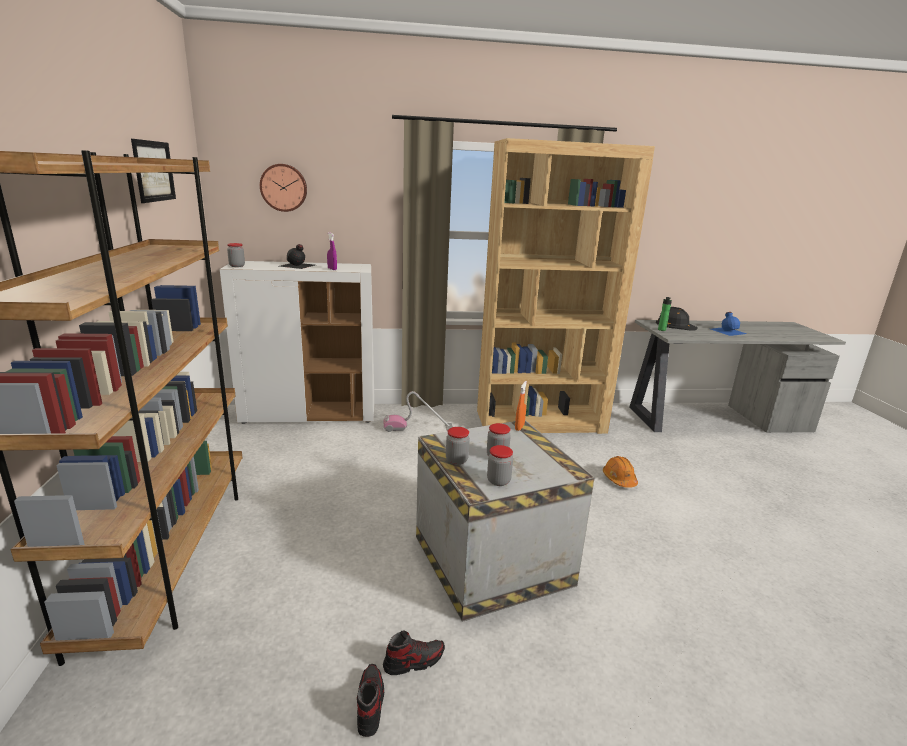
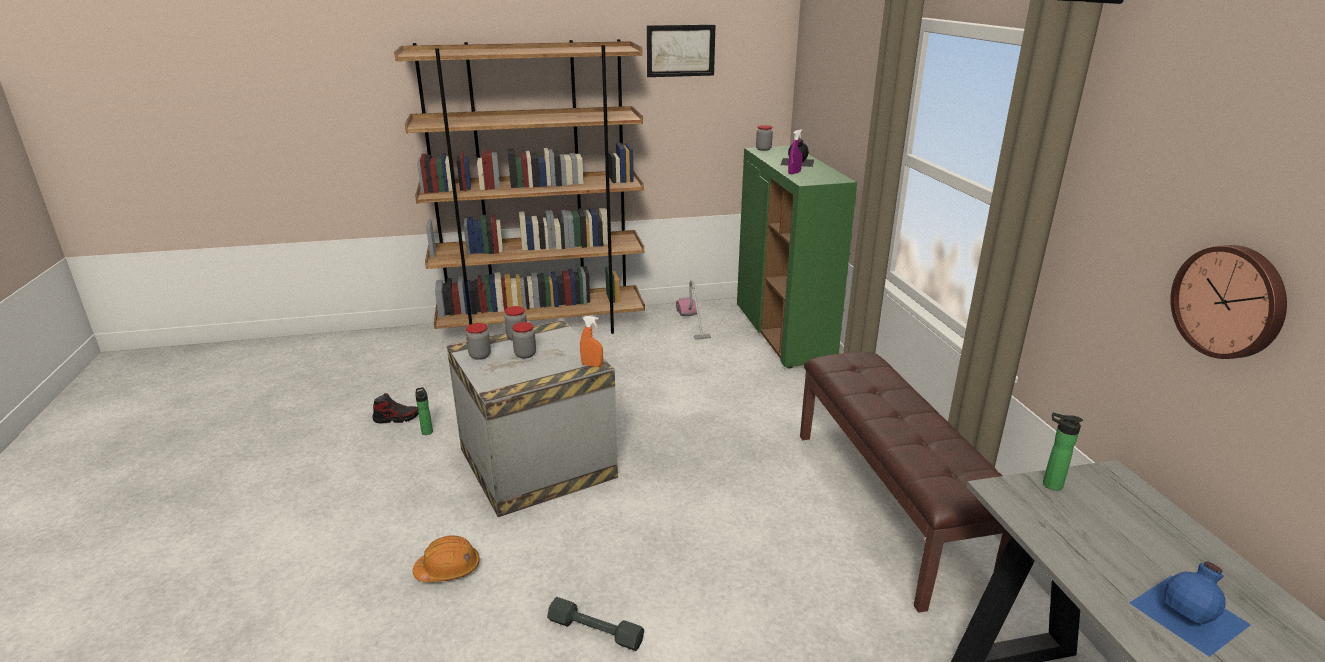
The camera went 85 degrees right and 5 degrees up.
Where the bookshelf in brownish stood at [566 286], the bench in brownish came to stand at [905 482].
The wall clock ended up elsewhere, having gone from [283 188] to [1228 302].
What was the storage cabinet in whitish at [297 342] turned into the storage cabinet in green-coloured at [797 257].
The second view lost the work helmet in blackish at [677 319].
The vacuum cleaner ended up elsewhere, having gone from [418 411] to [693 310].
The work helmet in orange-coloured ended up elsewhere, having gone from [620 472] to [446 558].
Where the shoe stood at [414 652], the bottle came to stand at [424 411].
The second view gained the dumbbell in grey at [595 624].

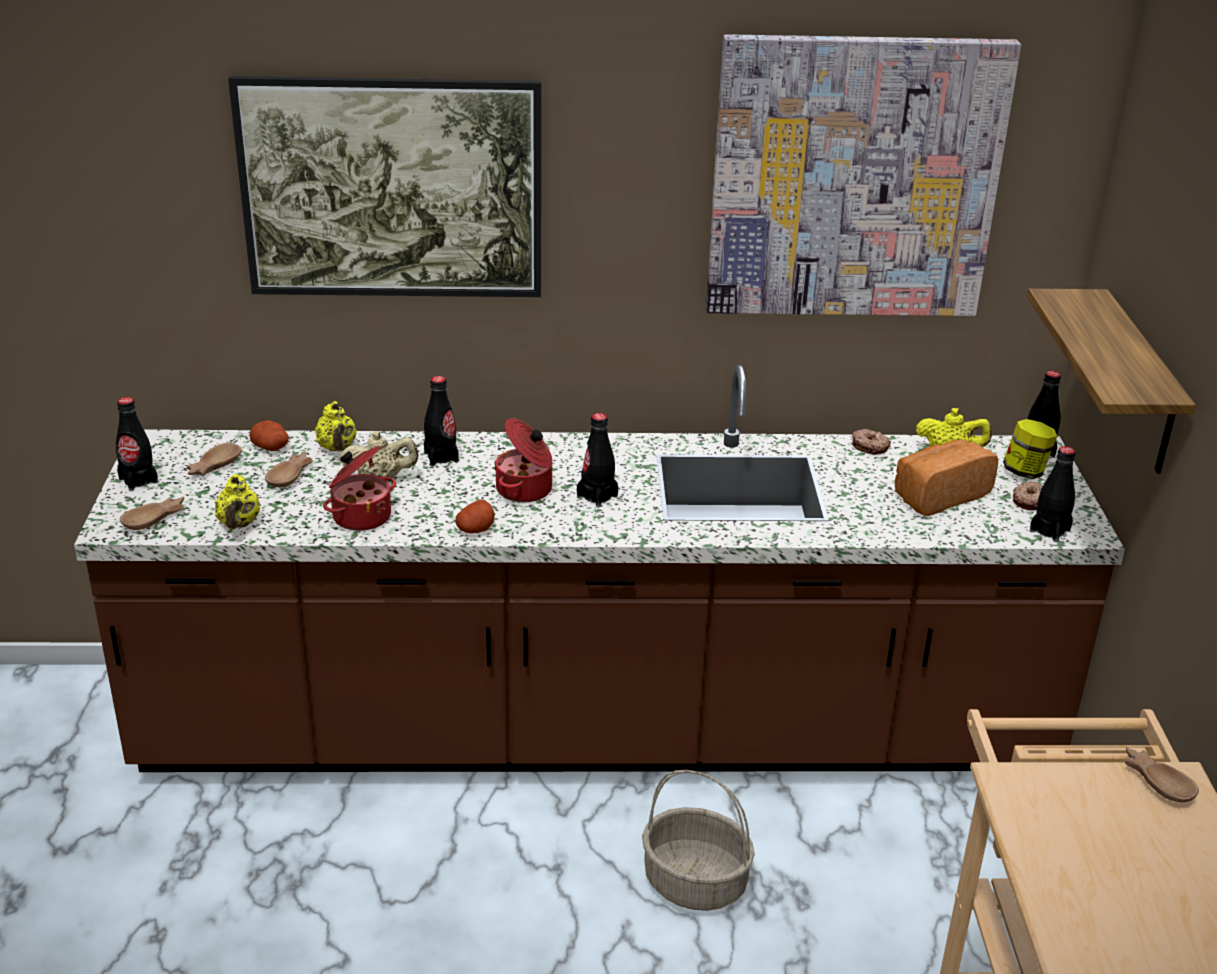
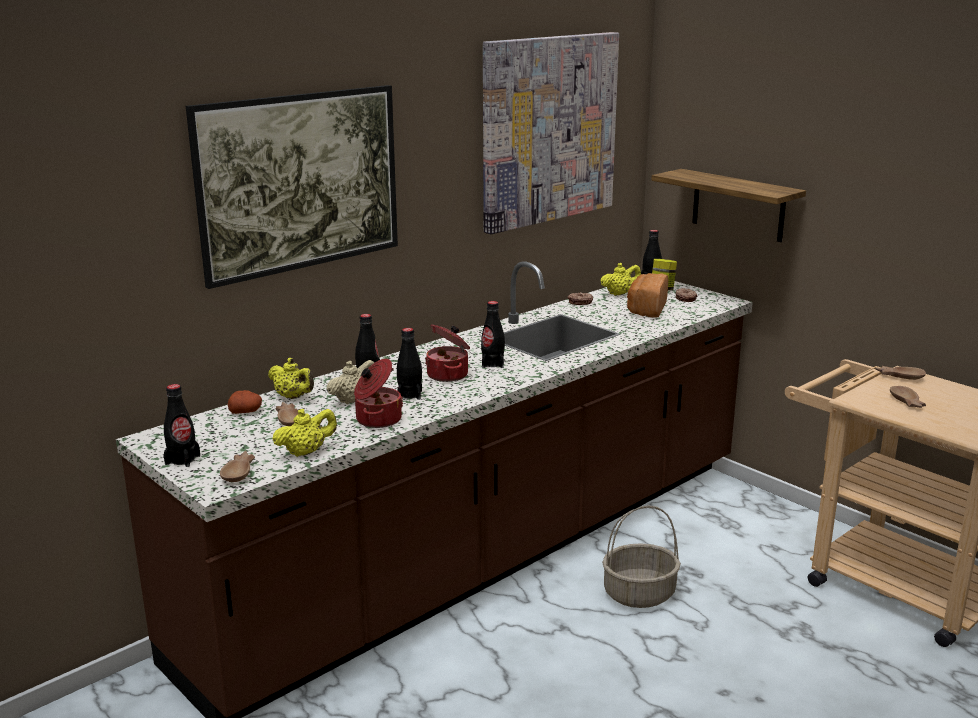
The camera went 40 degrees left and 10 degrees down.
The serving bowl in brownish ended up elsewhere, having gone from [214 459] to [908 397].
The bottle in blackish ended up elsewhere, having gone from [1053 494] to [409 364].
The pot for tea in yellowish at [237 502] ended up facing another way, 75 degrees counterclockwise from before.
The second view lost the potato at [475 516].

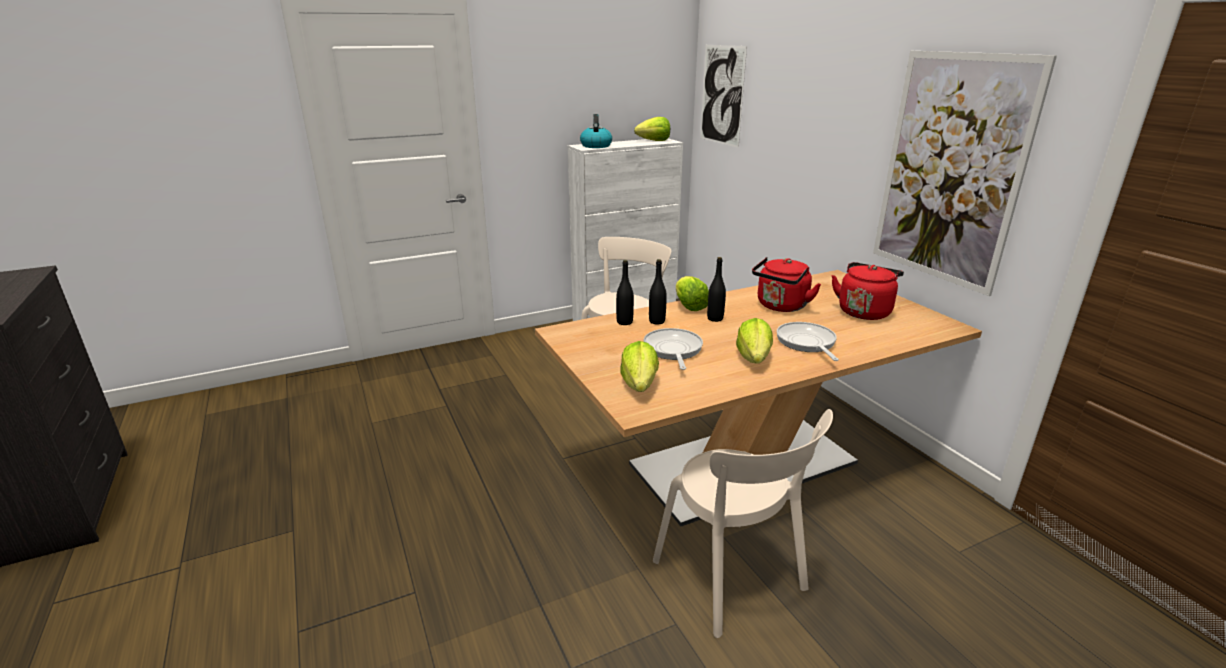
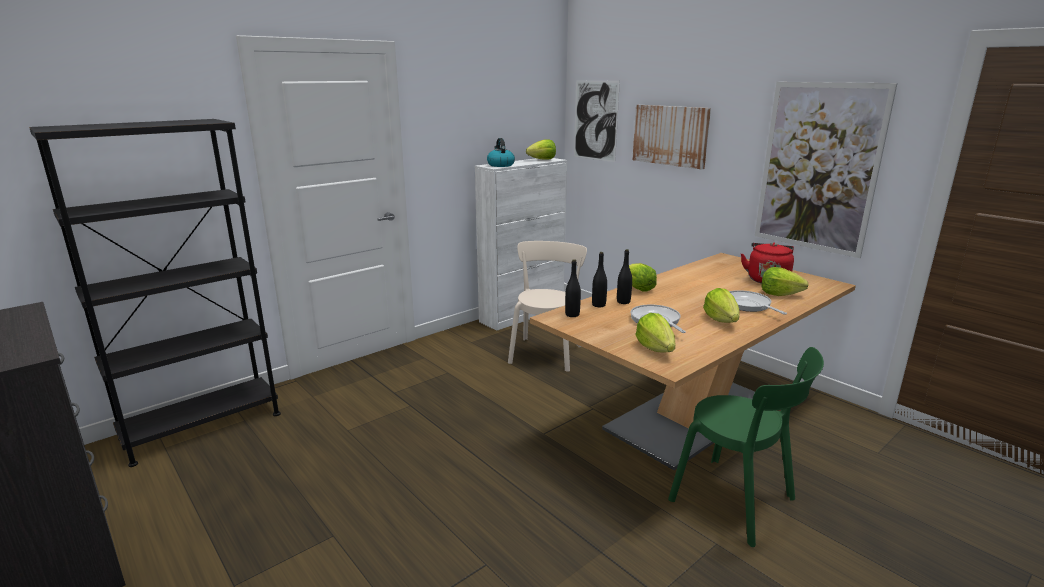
The camera went 15 degrees left and 5 degrees down.
The bottle in blackish ended up elsewhere, having gone from [716 289] to [573 288].
The second view lost the water kettle in red at [786 284].
What was the upright chair in beige-coloured at [743 523] turned into the upright chair in green-coloured at [746 447].
The second view gained the wall art at [671 137].
The second view gained the bookshelf in blackish at [155 293].
The second view gained the lettuce head at [785 281].

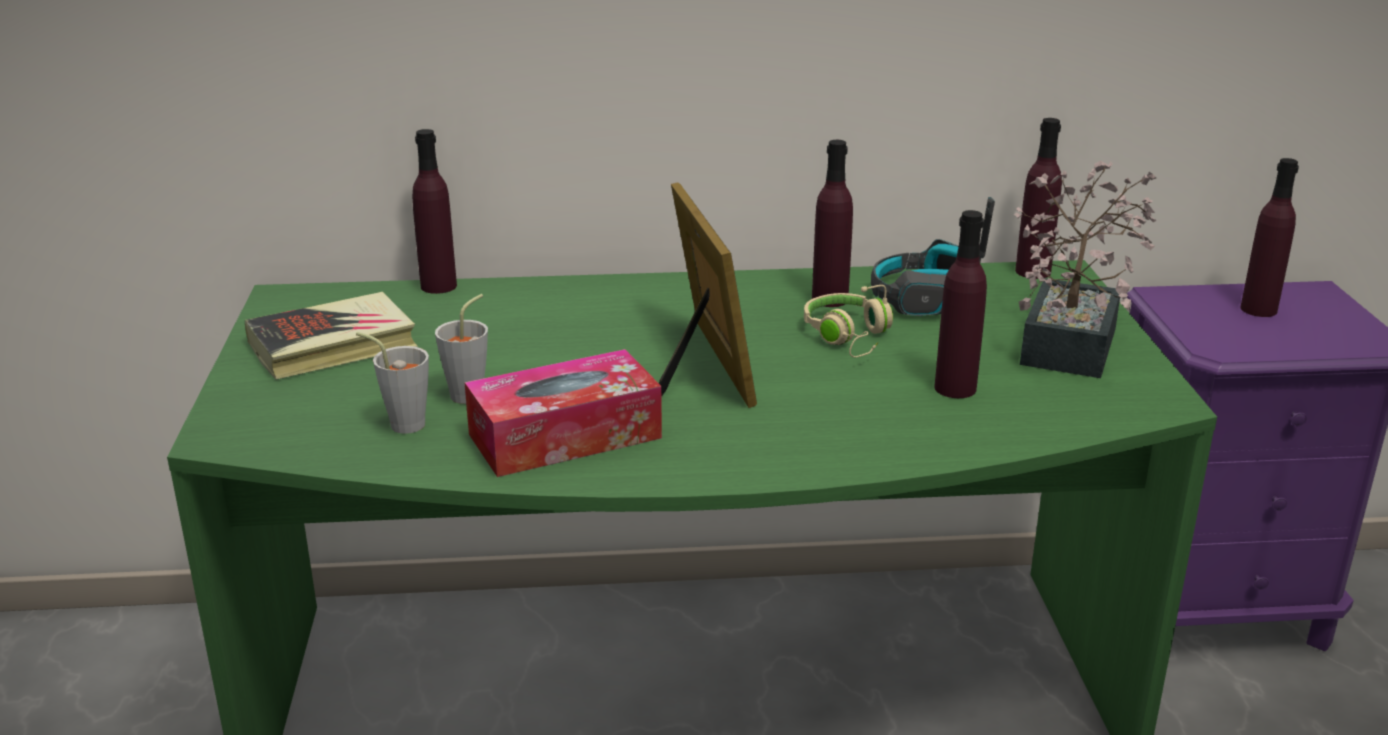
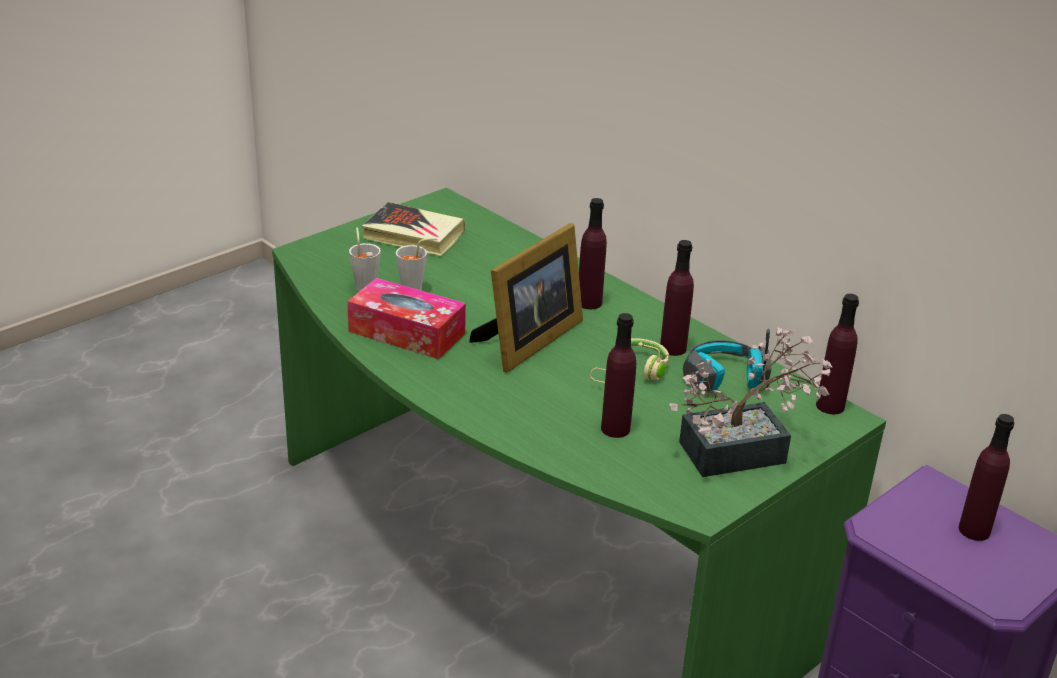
The camera went 50 degrees right and 5 degrees up.
The bottle in purple-coloured ended up elsewhere, having gone from [434 211] to [593 253].

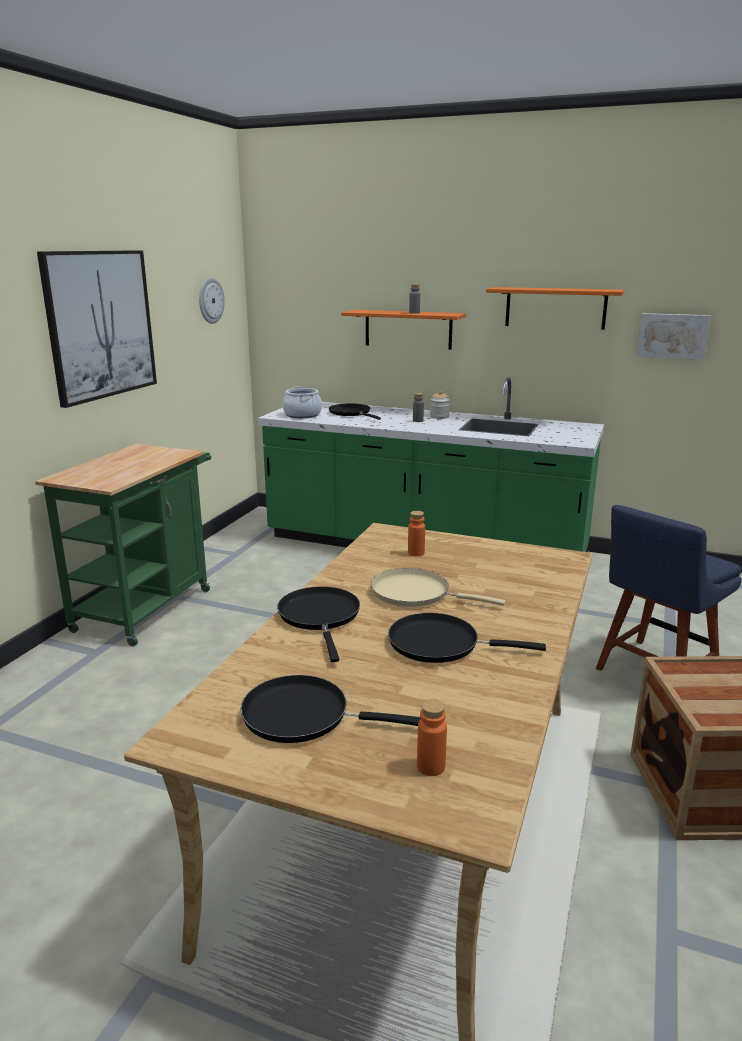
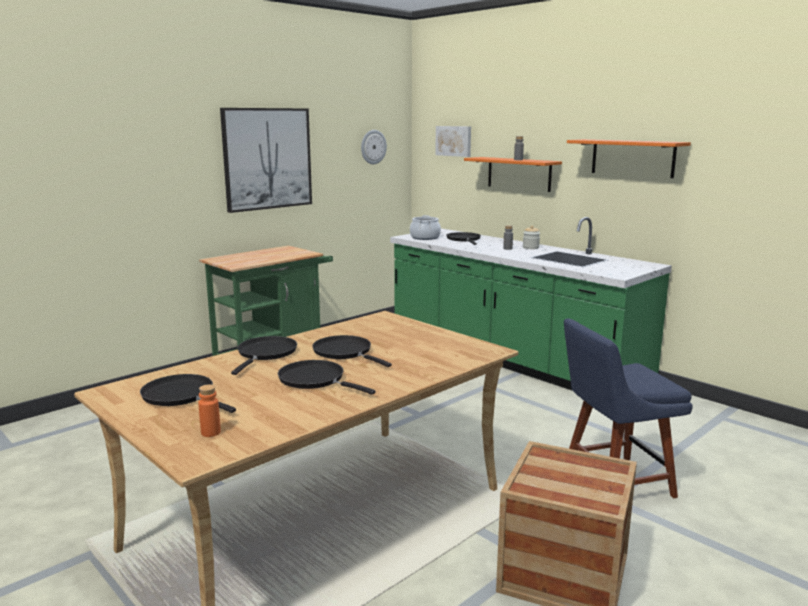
The camera went 25 degrees right and 5 degrees down.
The wall art ended up elsewhere, having gone from [674 336] to [453 141].
The second view lost the bottle in orange-coloured at [416 533].
What was the pan in beige-coloured at [438 587] turned into the pan in blackish at [352 351].

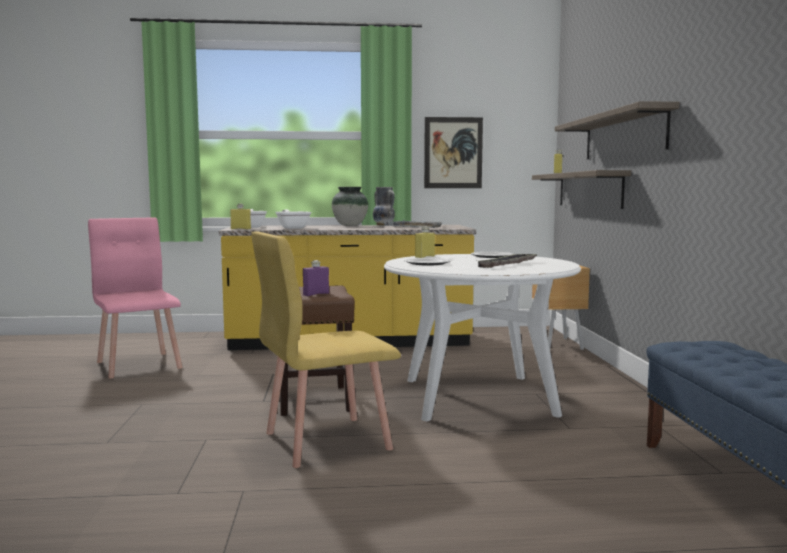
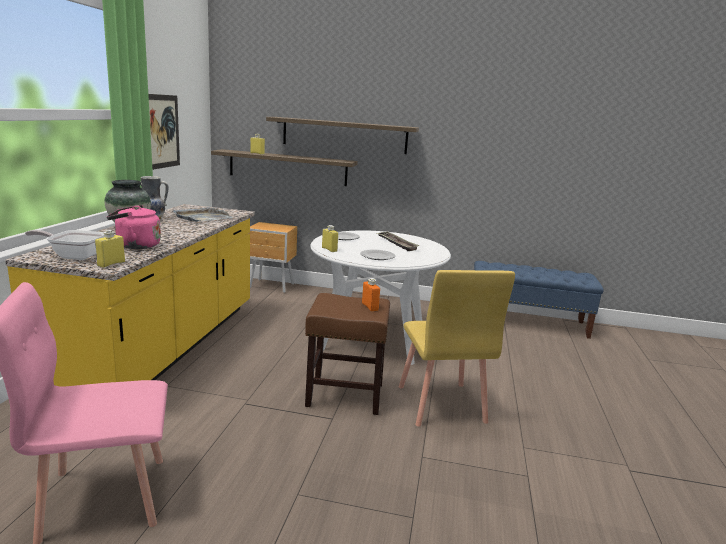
The camera went 75 degrees left and 10 degrees up.
Where the pan stood at [293 219], the water kettle in pink-coloured came to stand at [134 227].
What was the bottle in purple-coloured at [316 278] turned into the bottle in orange-coloured at [371 294].

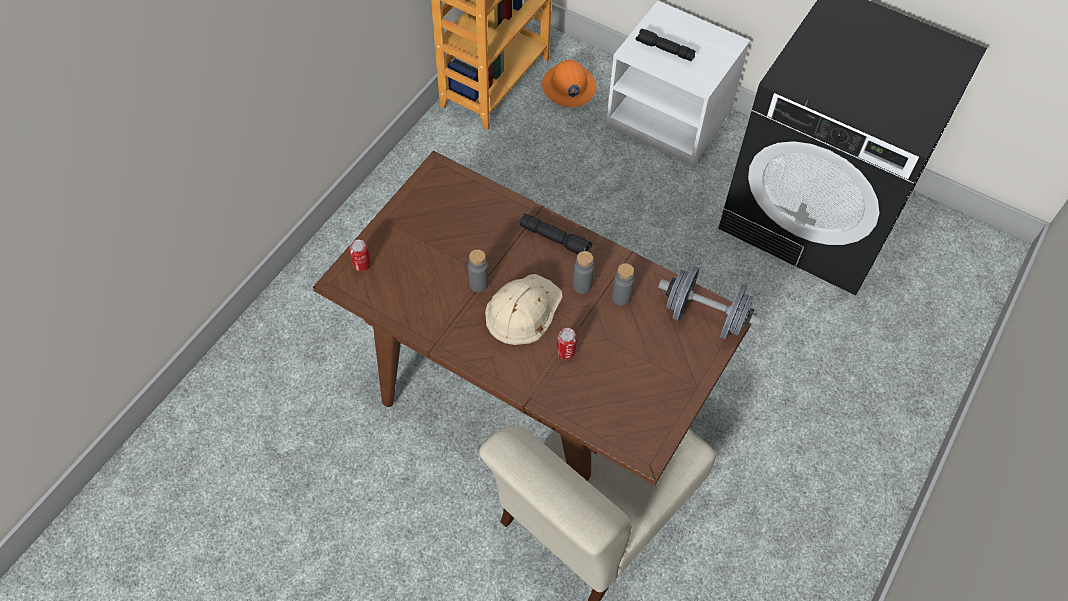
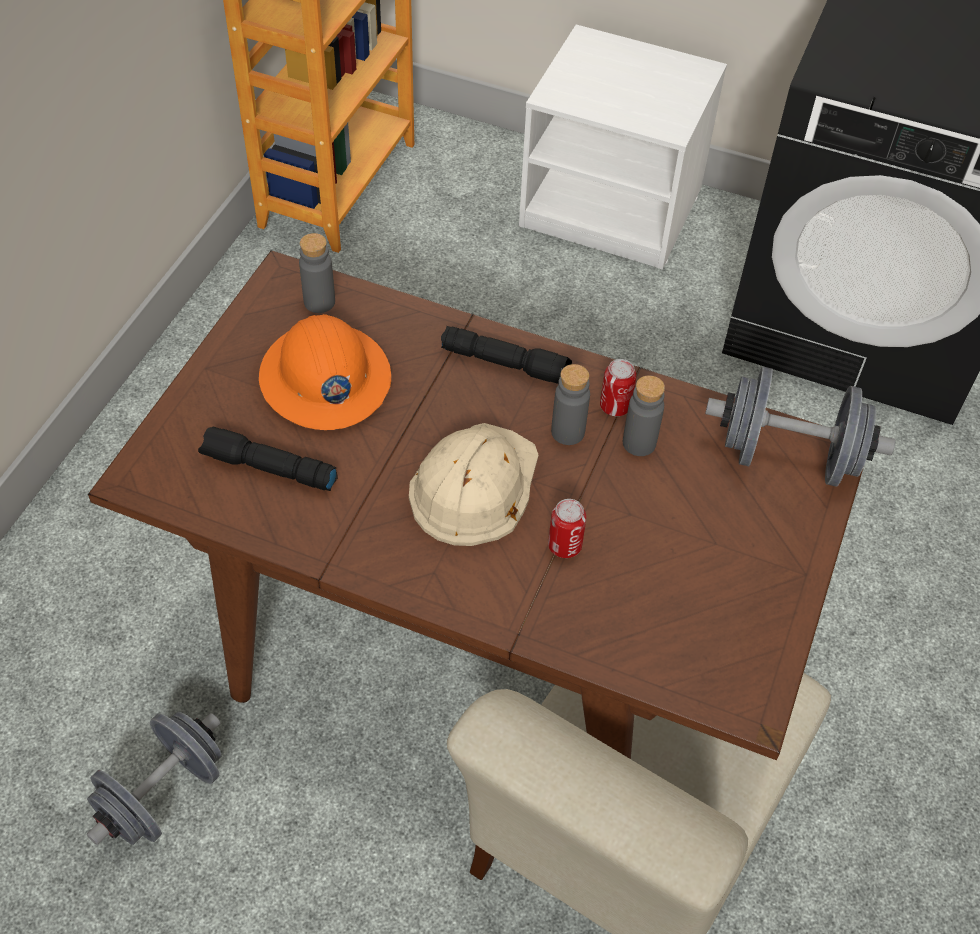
The camera went 10 degrees left and 5 degrees down.
The torch in blackish ended up elsewhere, having gone from [666 45] to [268 459].
The work helmet in orange-coloured ended up elsewhere, having gone from [569 83] to [325 372].
The metal can ended up elsewhere, having gone from [360 255] to [618 387].
The bottle in grey ended up elsewhere, having gone from [478 270] to [317 273].
The second view gained the dumbbell in grey at [154 778].

